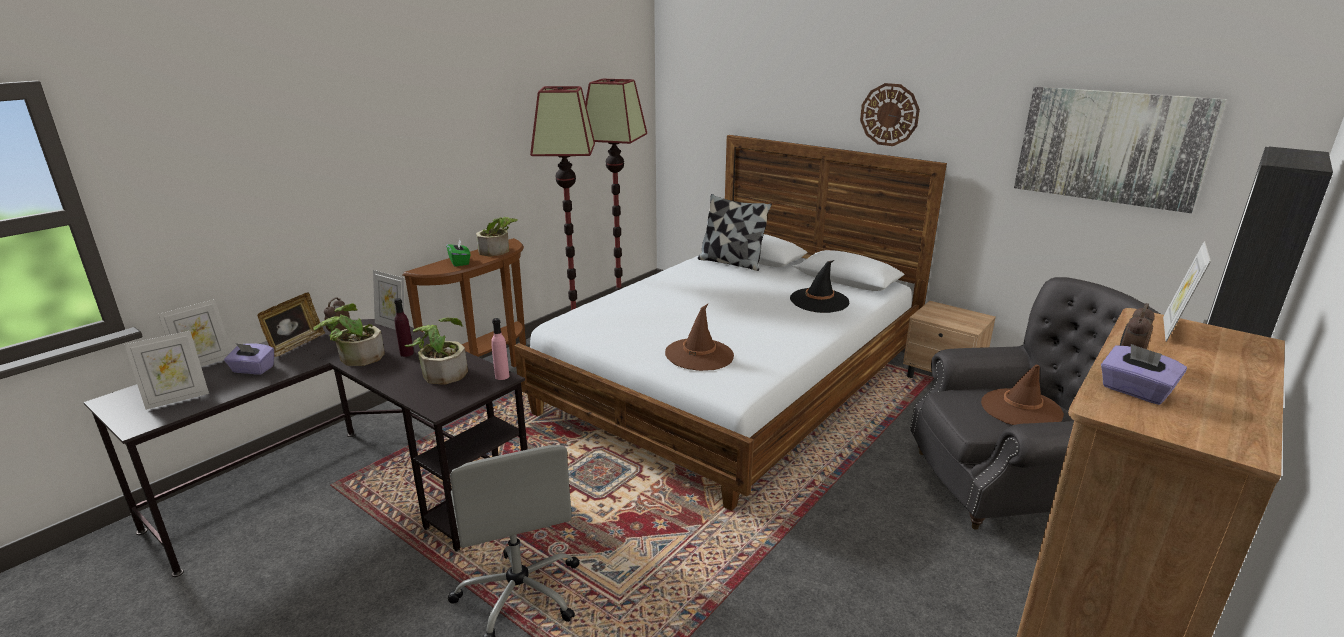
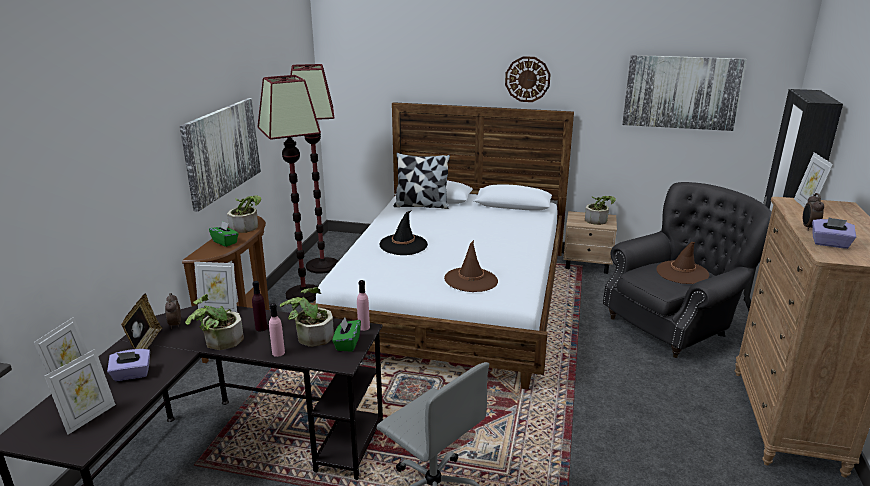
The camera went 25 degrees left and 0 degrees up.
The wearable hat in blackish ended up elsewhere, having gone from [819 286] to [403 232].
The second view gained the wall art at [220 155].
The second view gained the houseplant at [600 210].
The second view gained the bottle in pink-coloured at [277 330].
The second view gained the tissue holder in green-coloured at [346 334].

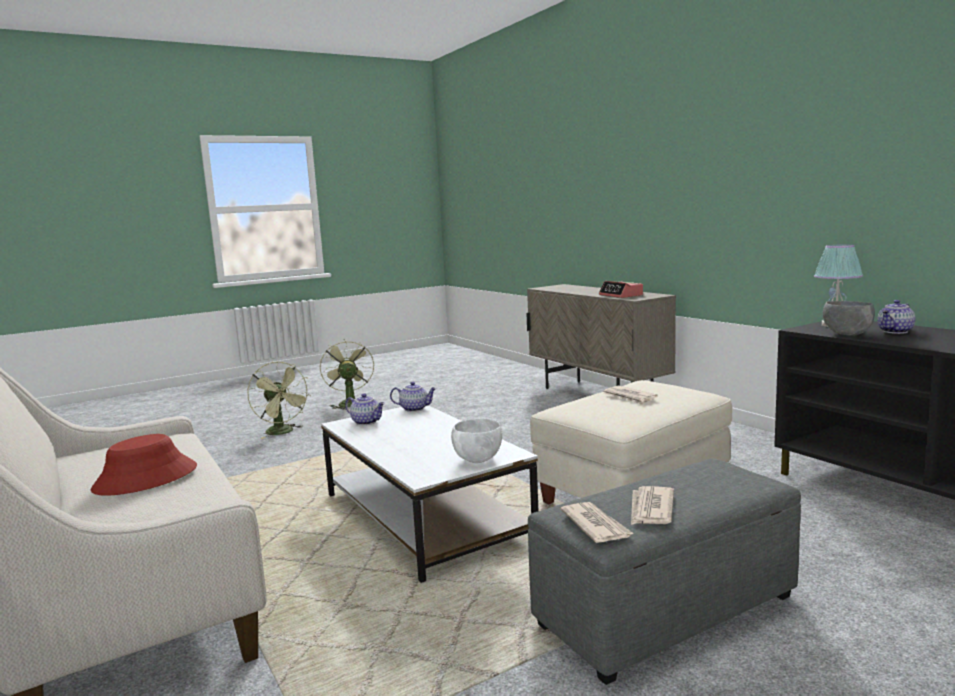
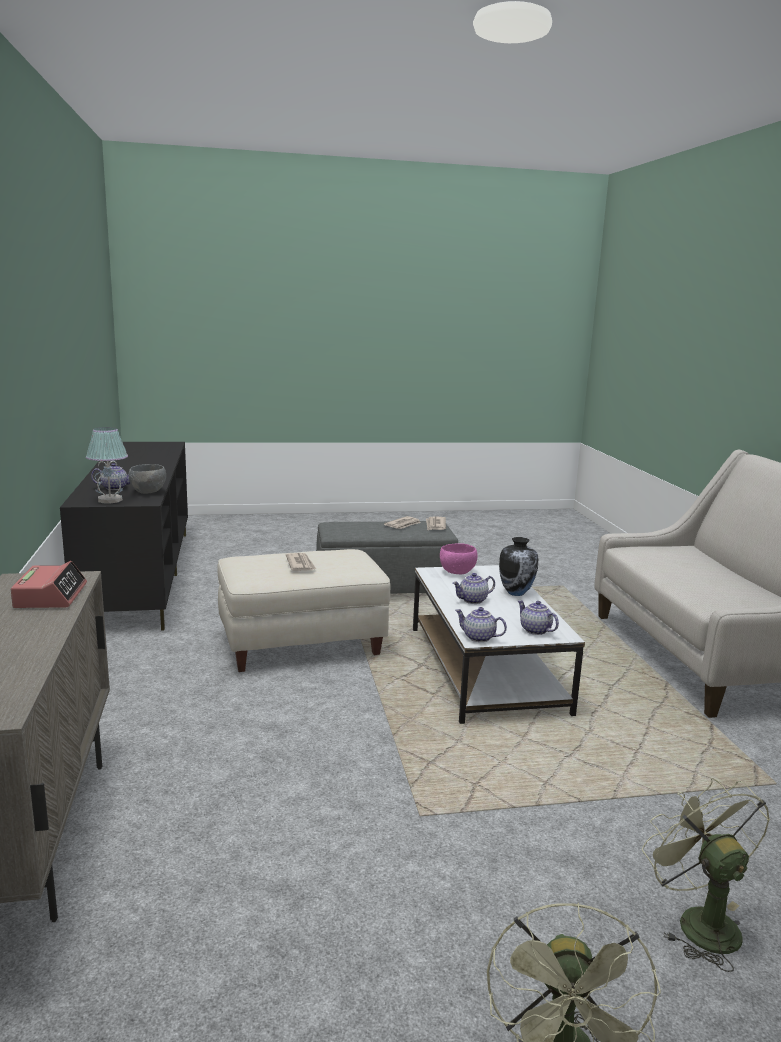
The camera went 160 degrees left and 5 degrees up.
What was the serving bowl in whitish at [476 440] turned into the serving bowl in pink-coloured at [458 558].
The second view lost the wearable hat in red at [144 465].
The second view gained the decorative vase at [519 566].
The second view gained the pot for tea at [473 588].

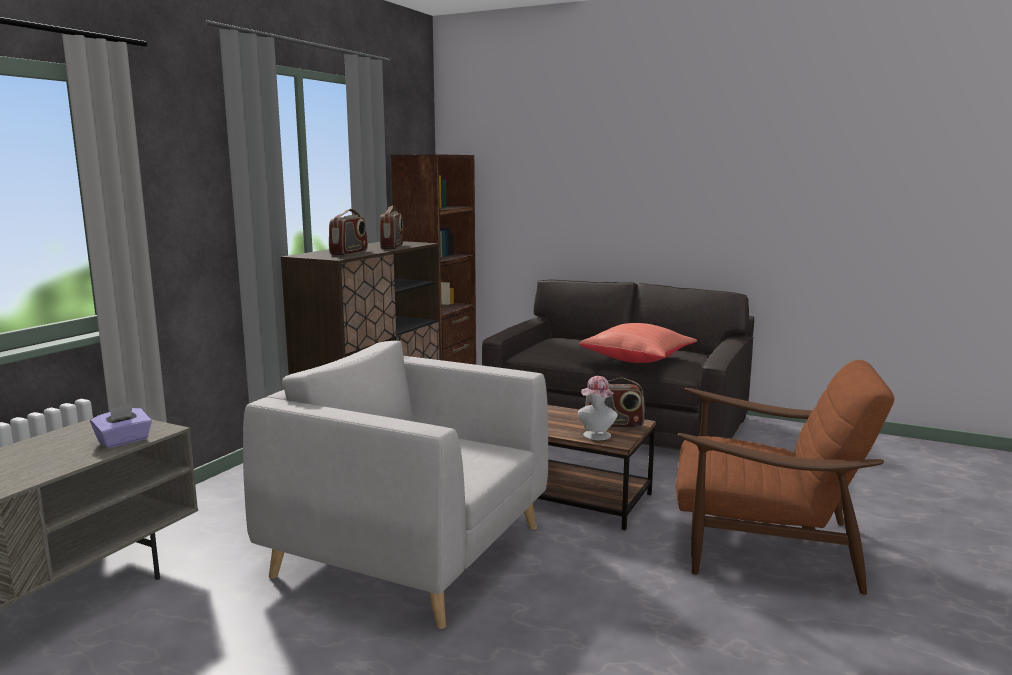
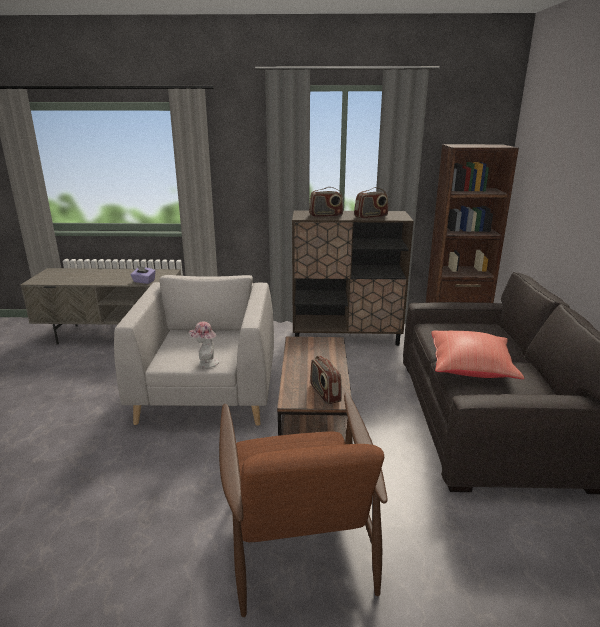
The camera went 65 degrees right and 10 degrees up.
The wearable hat ended up elsewhere, having gone from [598 408] to [204 344].

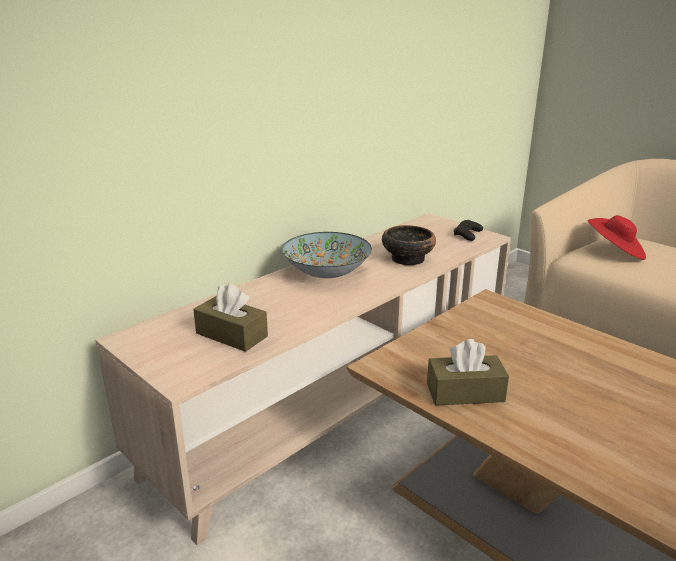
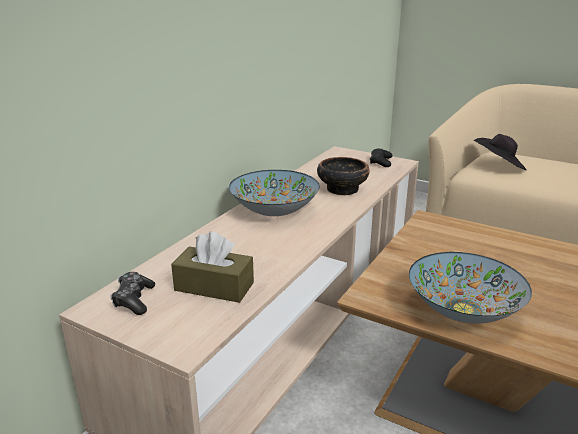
The camera went 15 degrees left and 0 degrees up.
What was the wearable hat in red at [616 237] turned into the wearable hat in blackish at [500 152].
Where the tissue holder in brownish stood at [468 372], the serving bowl came to stand at [470 288].
The second view gained the gamepad at [132 293].

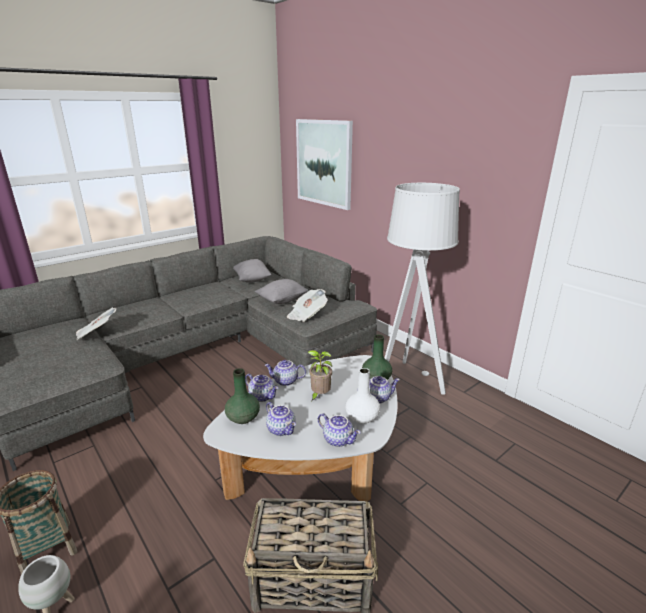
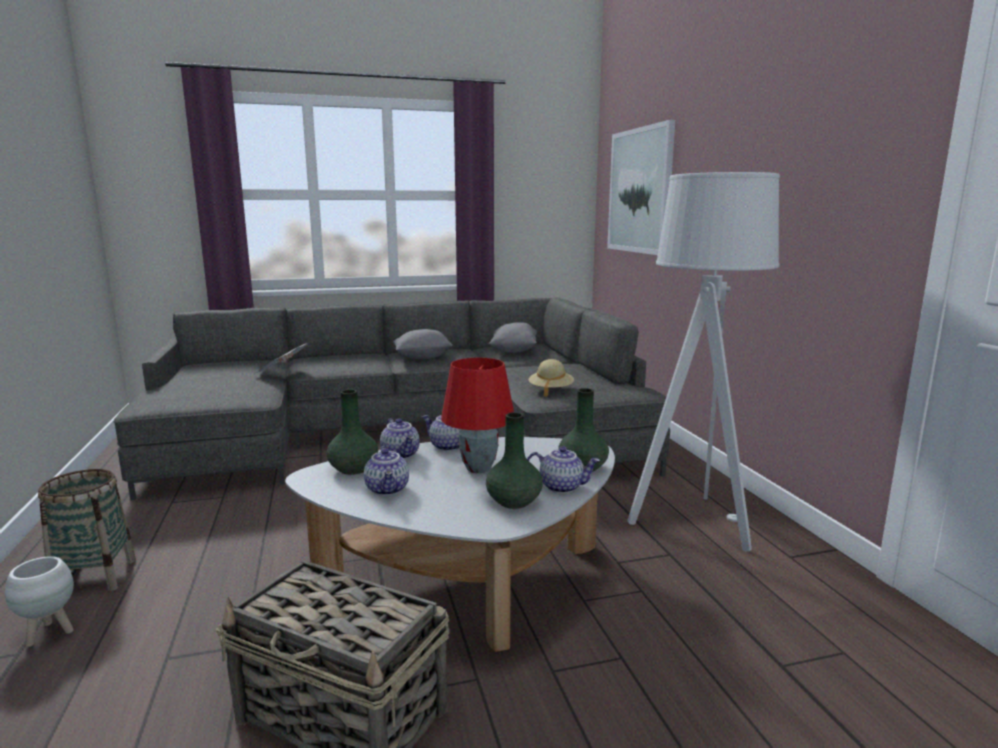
The camera went 25 degrees right and 10 degrees down.
The pillow in grey ended up elsewhere, having gone from [281 291] to [423 344].
Where the daily paper stood at [307 305], the wearable hat in beige-coloured came to stand at [551 378].
Where the houseplant stood at [320 375], the lamp for a table in red came to stand at [477 415].
What was the decorative vase in whitish at [362 396] turned into the decorative vase in green-coloured at [514 460].
The second view lost the pot for tea at [339 430].

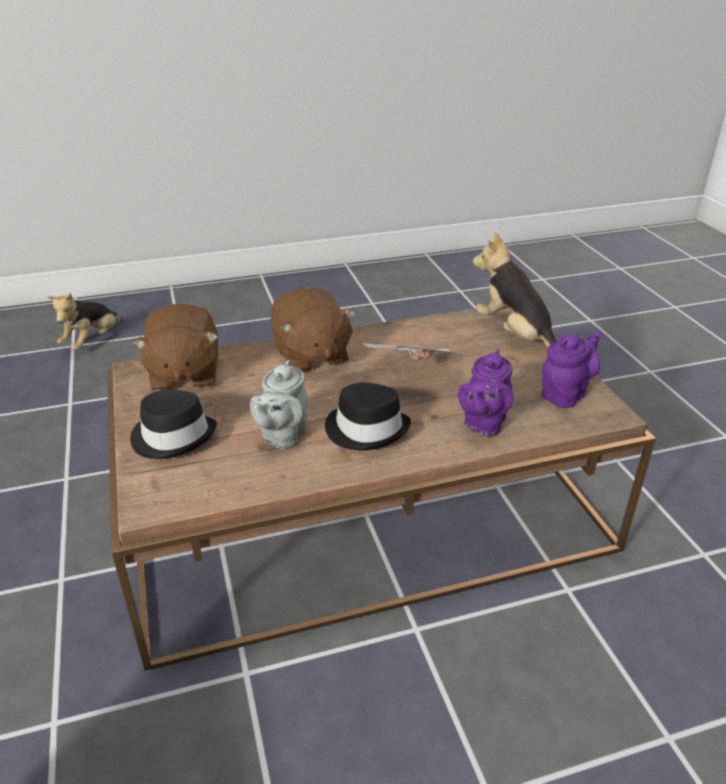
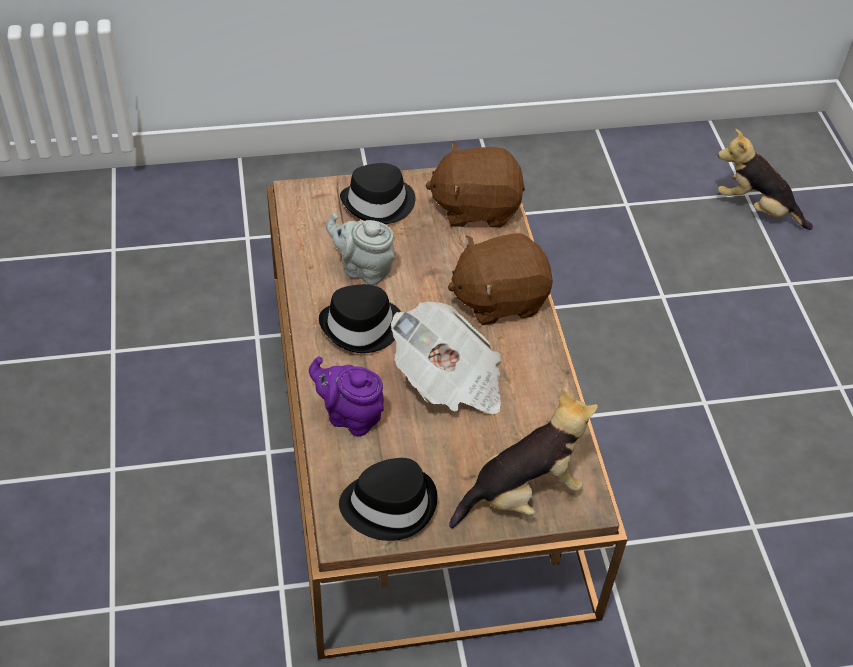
The camera went 95 degrees right and 15 degrees up.
Where the pot for tea in purple-coloured stood at [571 369], the wearable hat in blackish came to stand at [388 499].

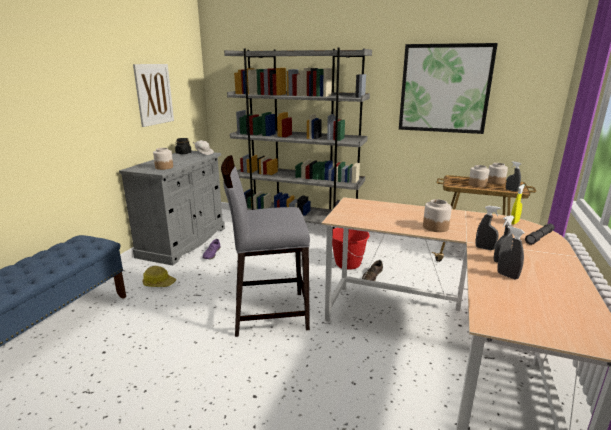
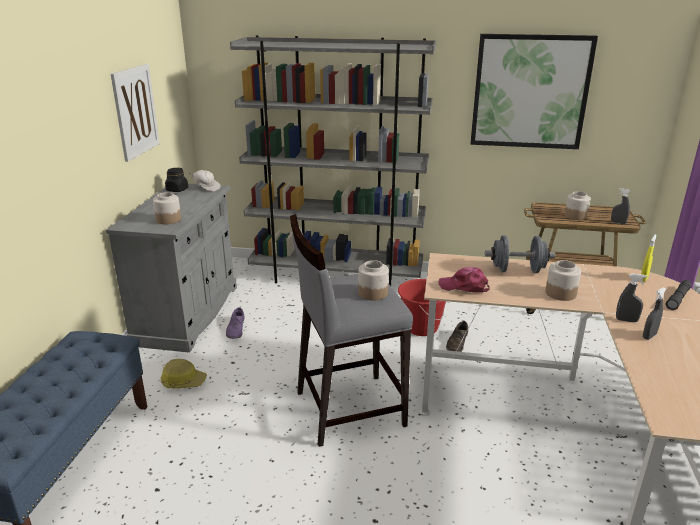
The camera went 10 degrees left and 5 degrees up.
The preserve jar ended up elsewhere, having gone from [498 174] to [373 280].
The second view lost the sprayer in grey at [511 253].
The second view gained the dumbbell in grey at [520 254].
The second view gained the cap in pink-coloured at [464 280].

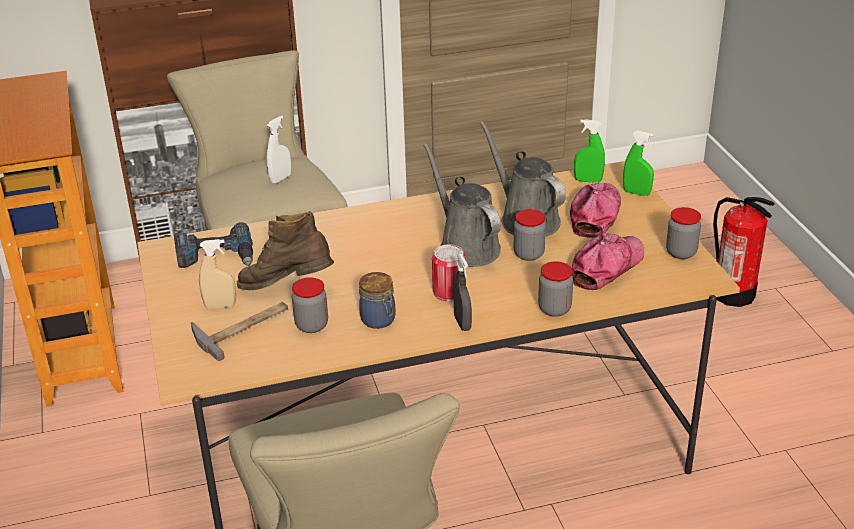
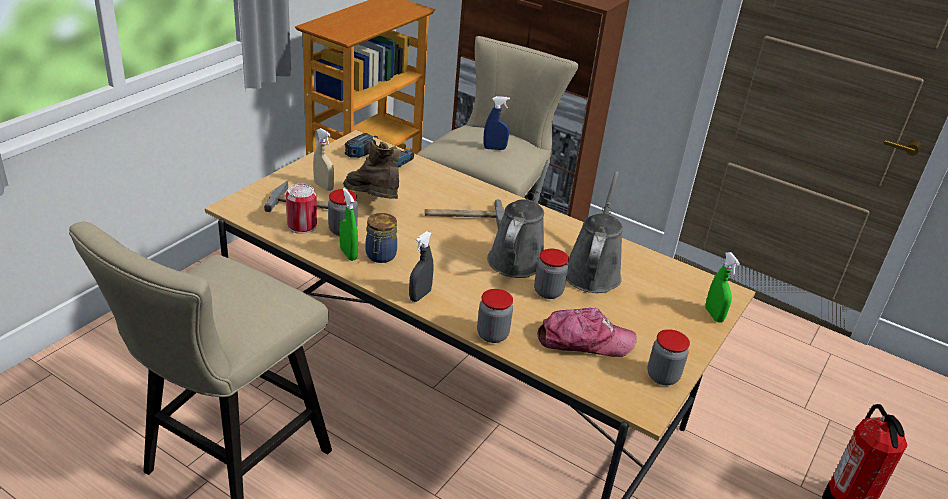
The camera went 45 degrees right and 0 degrees up.
What was the sprayer in whitish at [279 150] turned into the sprayer in blue-coloured at [496 123].
The sprayer in green-coloured ended up elsewhere, having gone from [589 151] to [349 224].
The second view lost the cap at [595 210].
The metal can ended up elsewhere, having gone from [449 272] to [301 209].
The second view gained the hammer at [464 214].

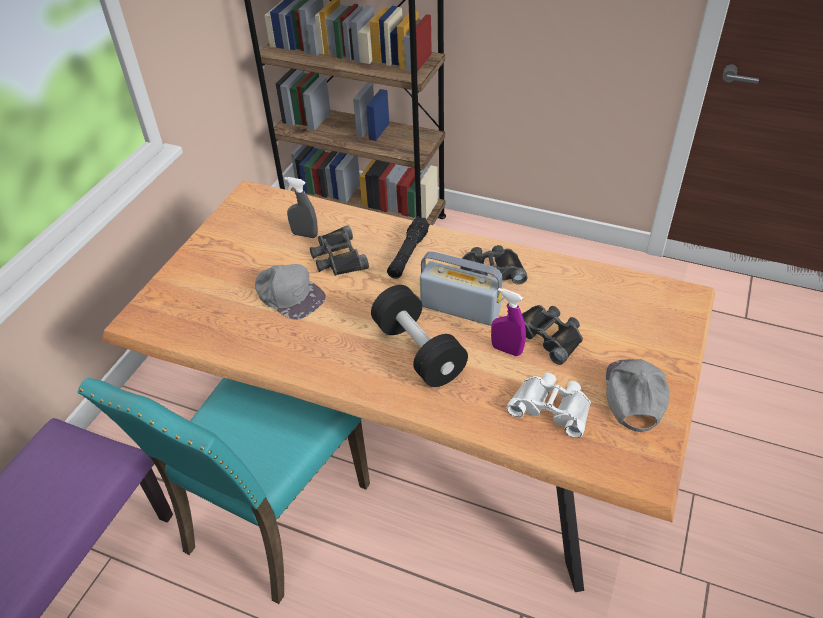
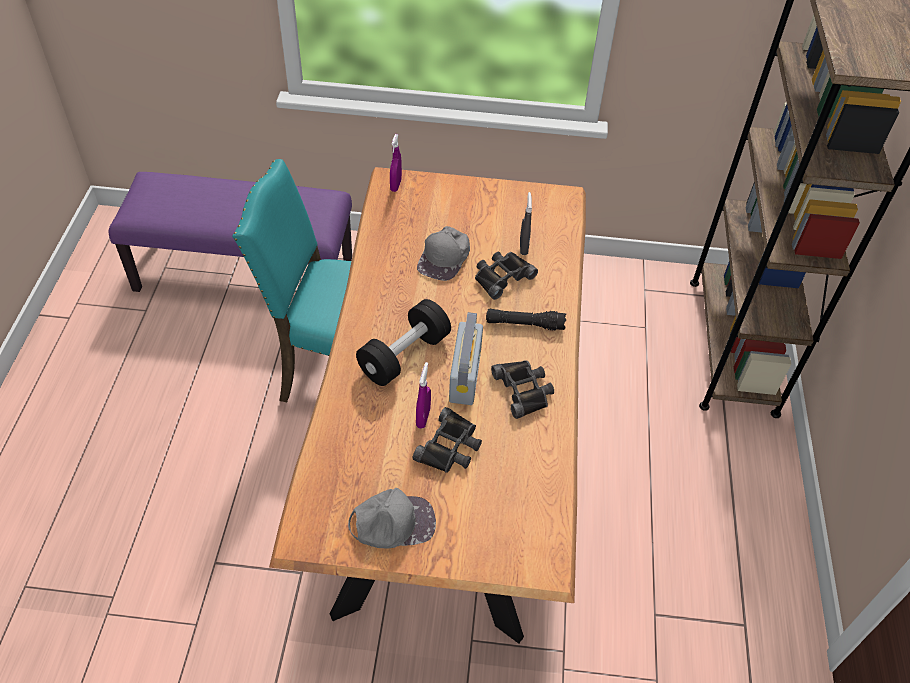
The camera went 70 degrees right and 5 degrees up.
The second view lost the field glasses in whitish at [548 405].
The second view gained the sprayer in purple-coloured at [396 163].

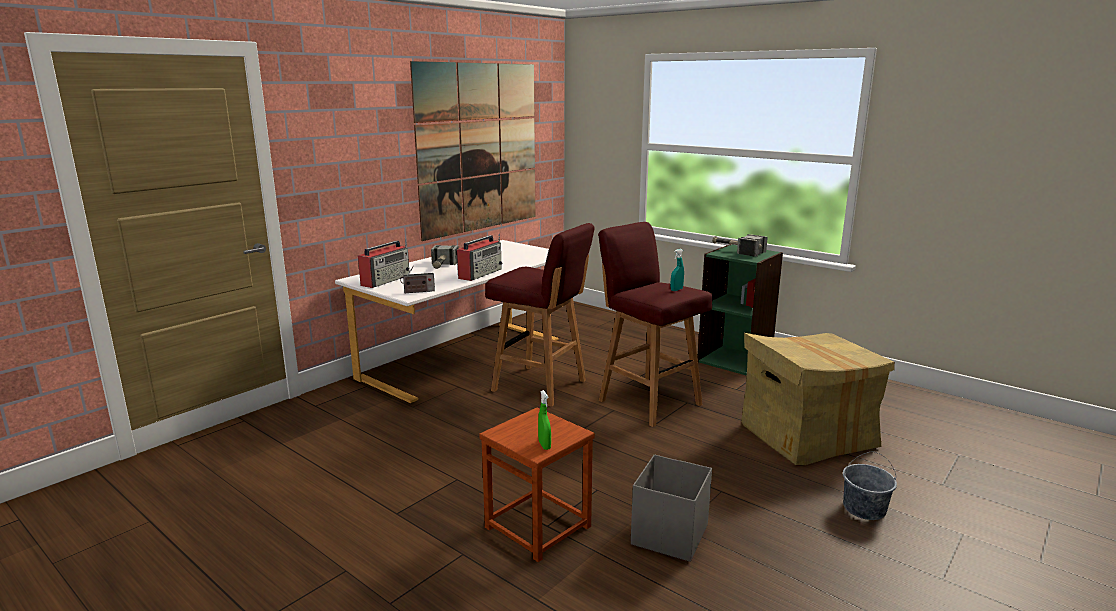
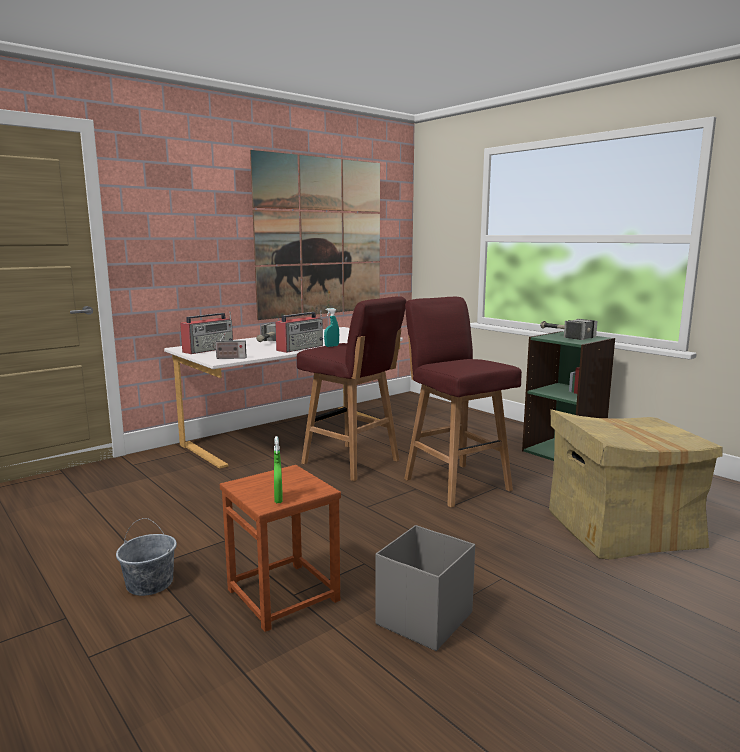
The camera went 10 degrees right and 5 degrees down.
The sprayer in turquoise-coloured ended up elsewhere, having gone from [677 270] to [331 327].
The bucket in grey ended up elsewhere, having gone from [870 485] to [146 557].

